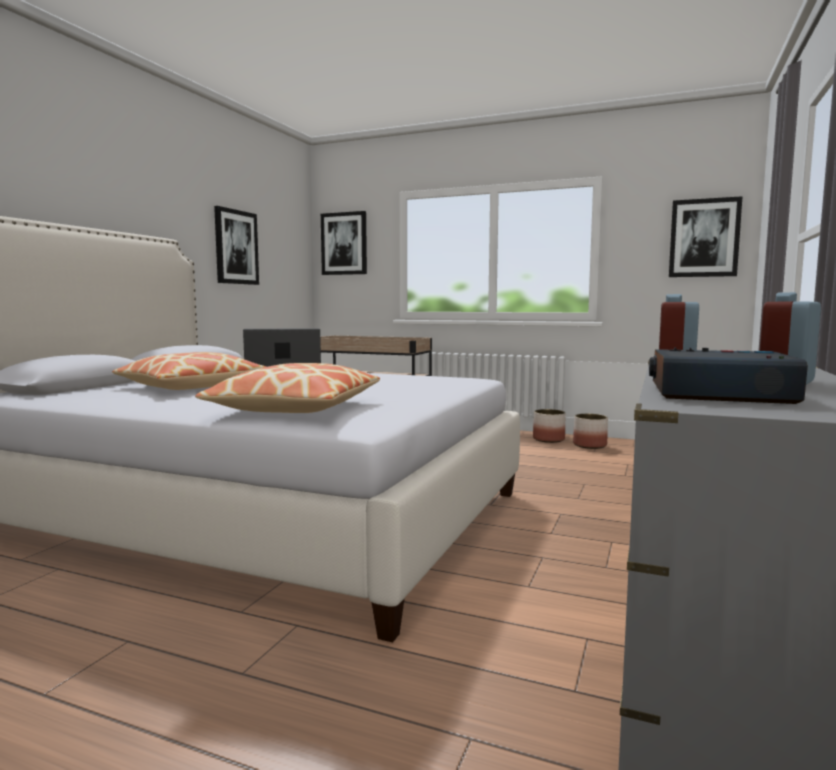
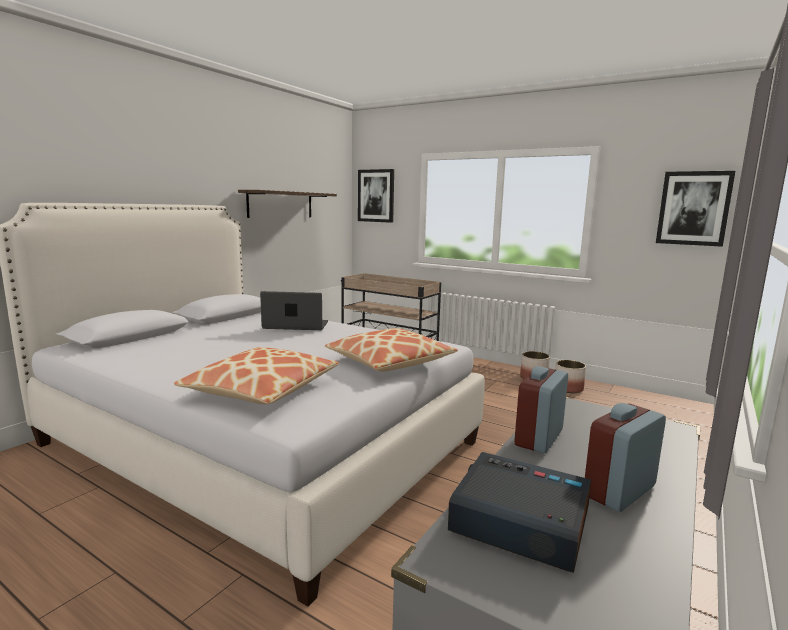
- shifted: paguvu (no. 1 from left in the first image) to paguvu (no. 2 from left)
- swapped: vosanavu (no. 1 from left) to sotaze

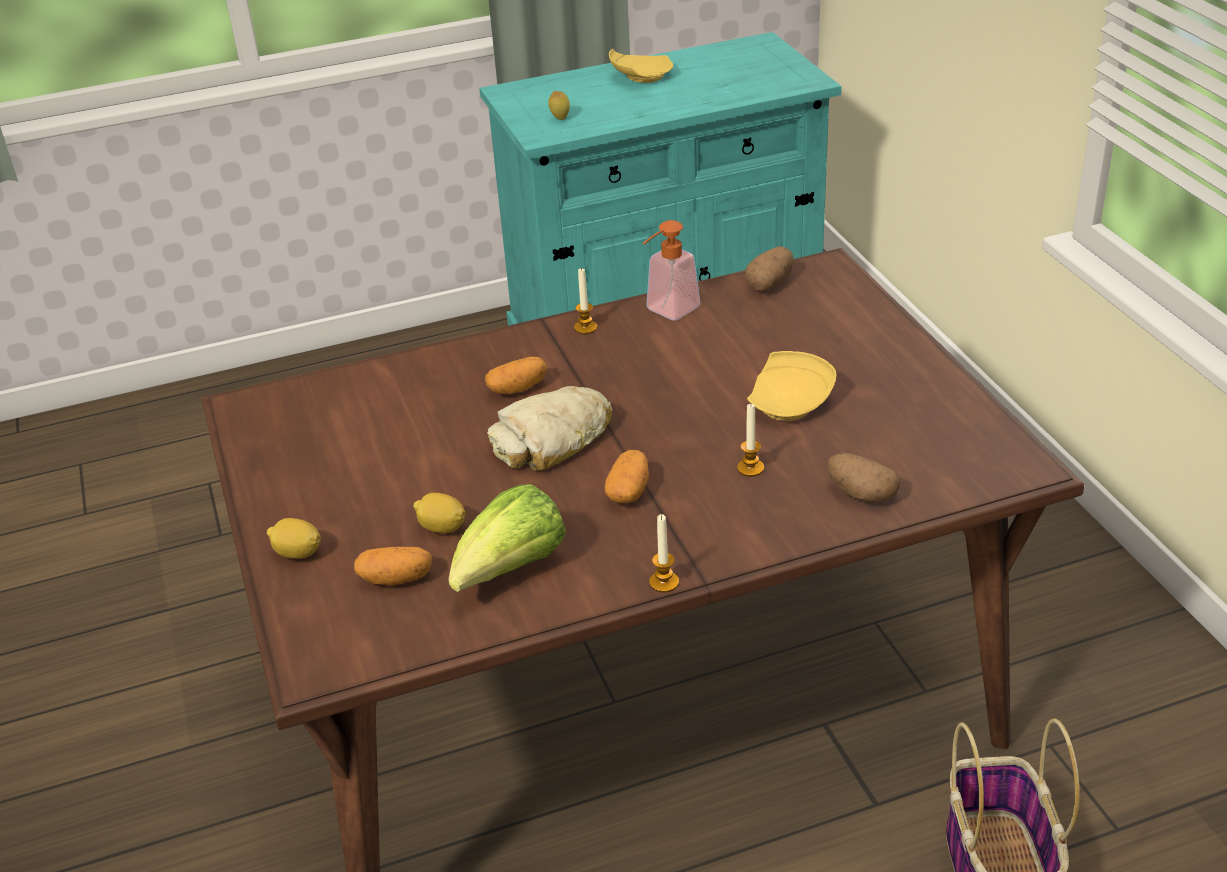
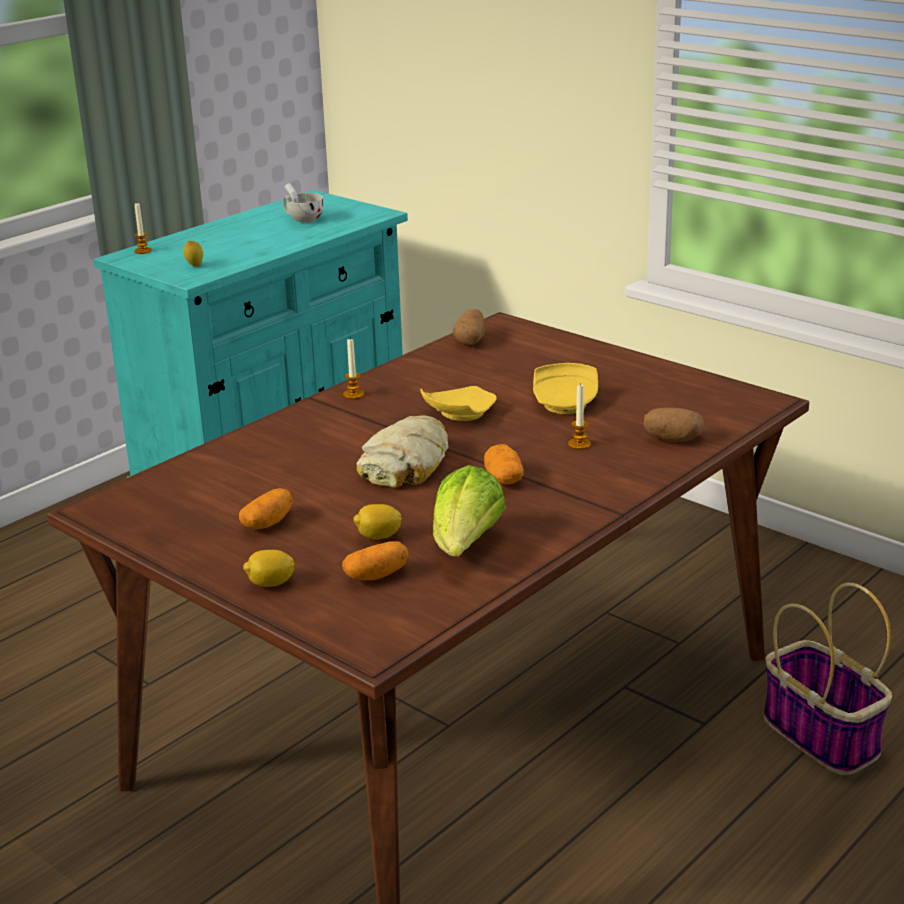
- gone: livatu
- new: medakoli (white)
- shifted: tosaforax (no. 2 from left in the first image) to tosaforax (no. 1 from left)
- shifted: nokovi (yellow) (no. 1 from left)
- shifted: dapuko (no. 2 from left in the first image) to dapuko (no. 1 from left)

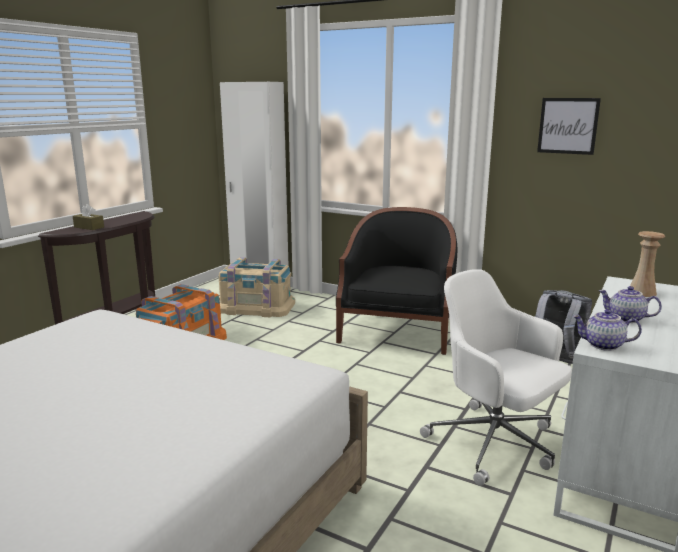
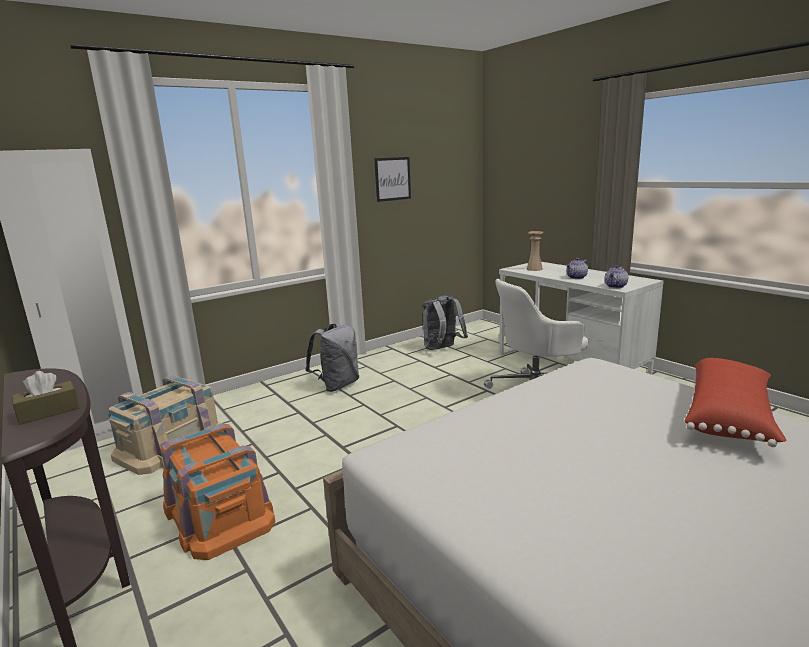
- new: paguvu (red)
- swapped: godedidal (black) to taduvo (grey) (no. 1 from left)

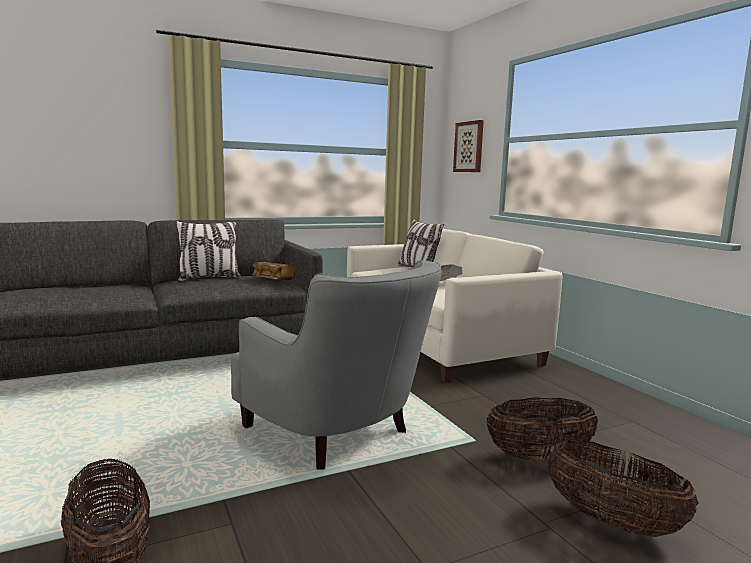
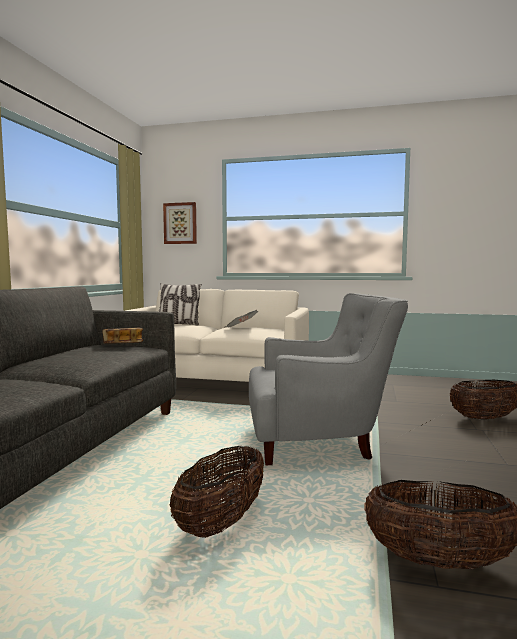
- gone: paguvu (no. 1 from left)
- shifted: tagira (no. 2 from left in the first image) to tagira (no. 1 from left)

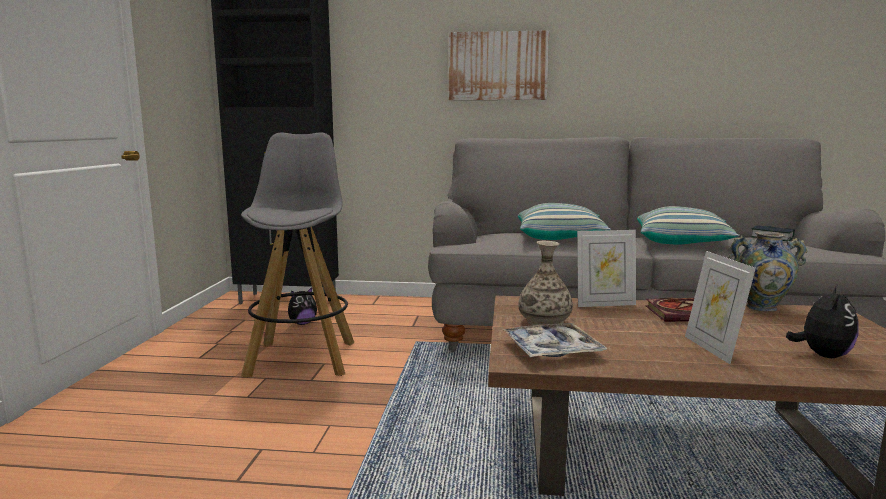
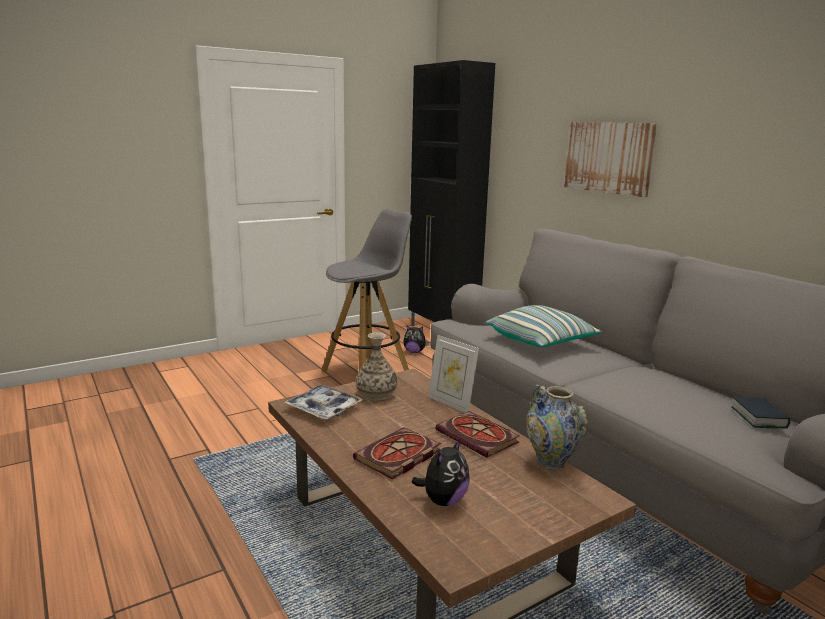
- gone: paguvu (no. 2 from left)
- swapped: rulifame (no. 2 from left) to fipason (no. 1 from left)
- rotated: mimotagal (no. 2 from left) 45 degrees counterclockwise

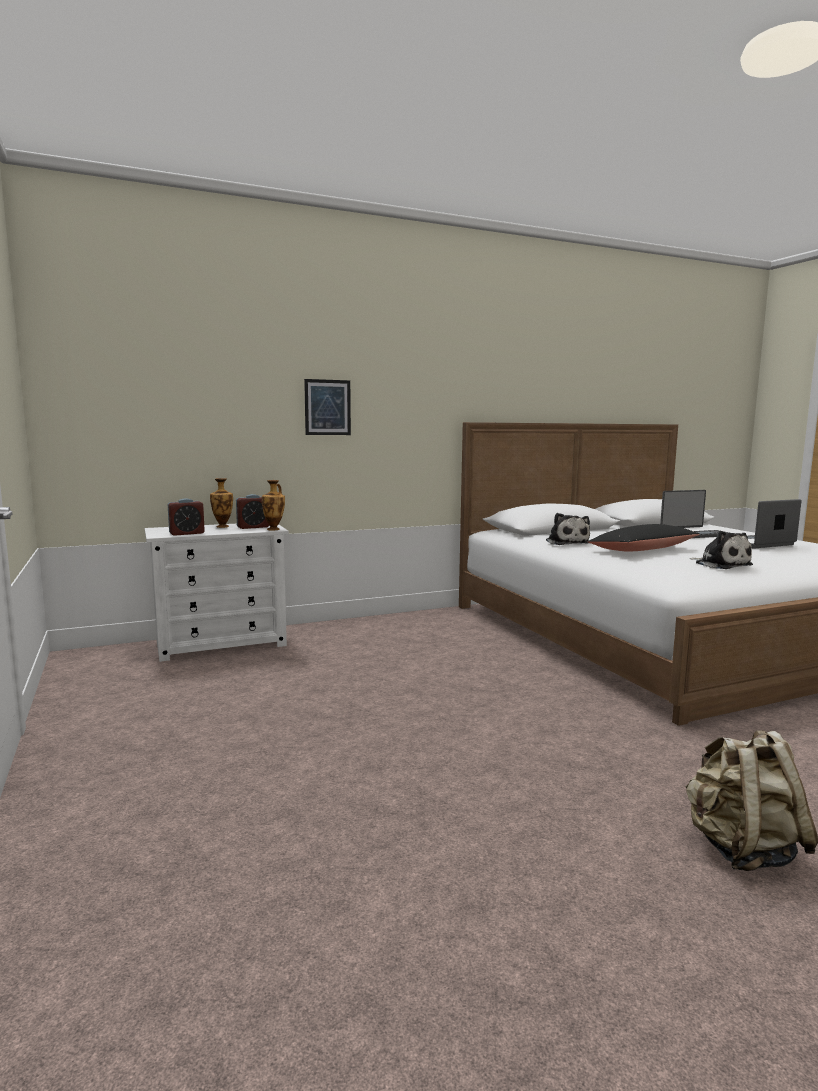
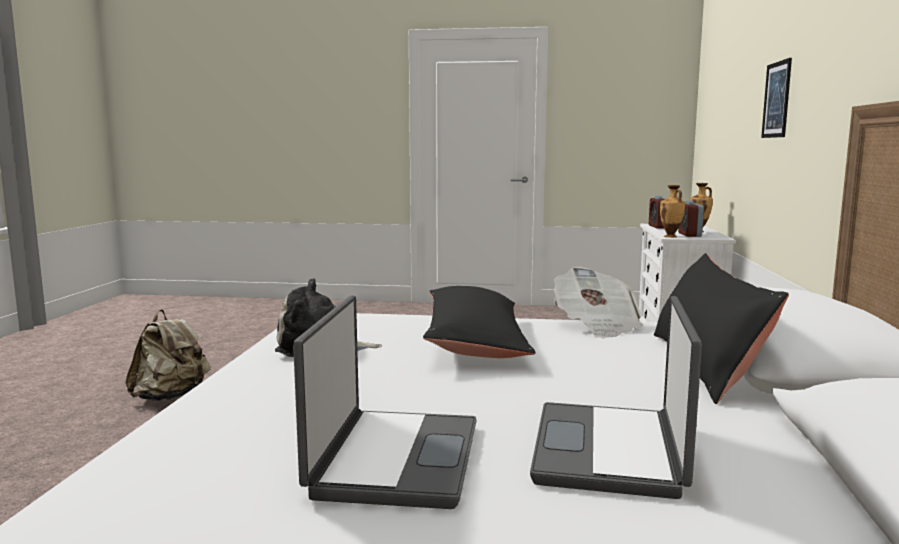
- new: paguvu (black) (no. 2 from left)
- swapped: mimotagal (no. 1 from left) to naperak

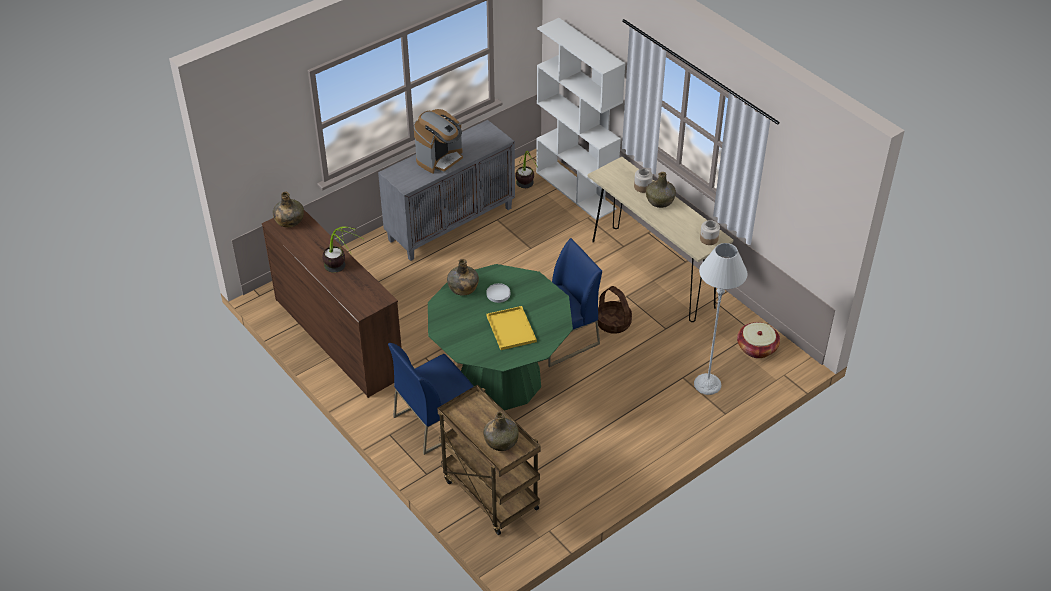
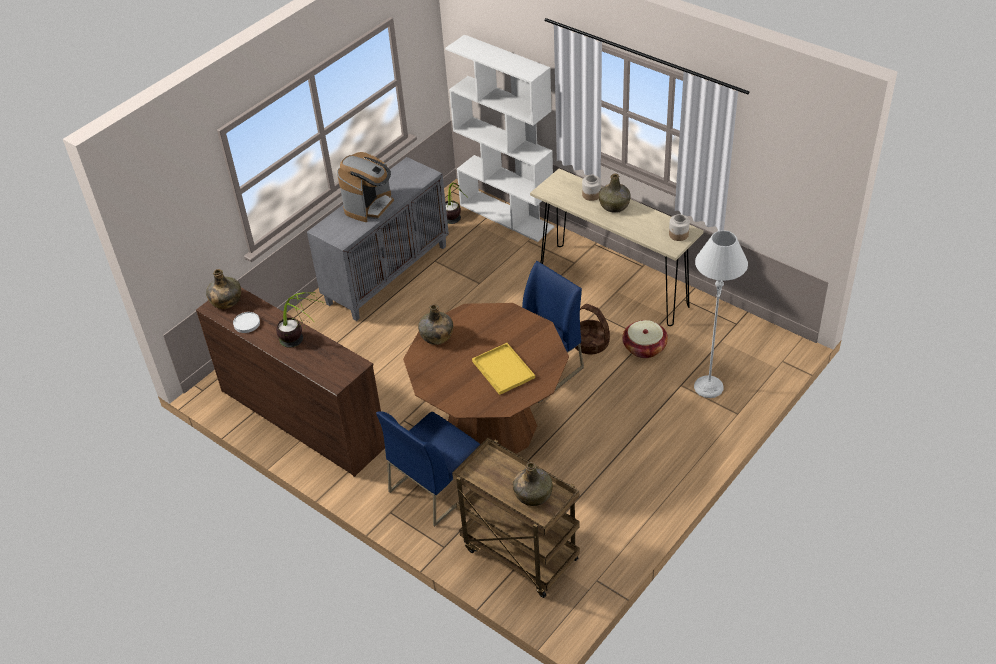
- shifted: nokovi (white)
- shifted: tagira (no. 2 from left)
- repainted: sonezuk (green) to sonezuk (brown)

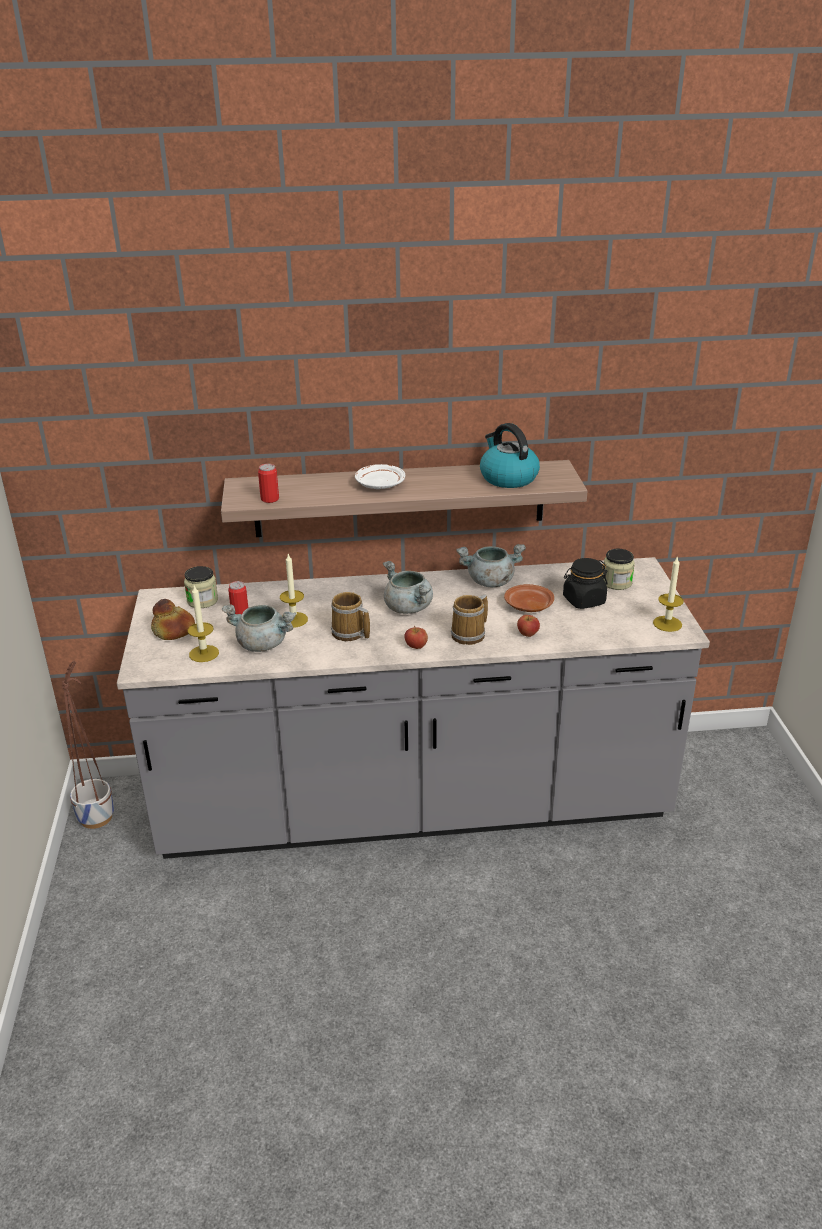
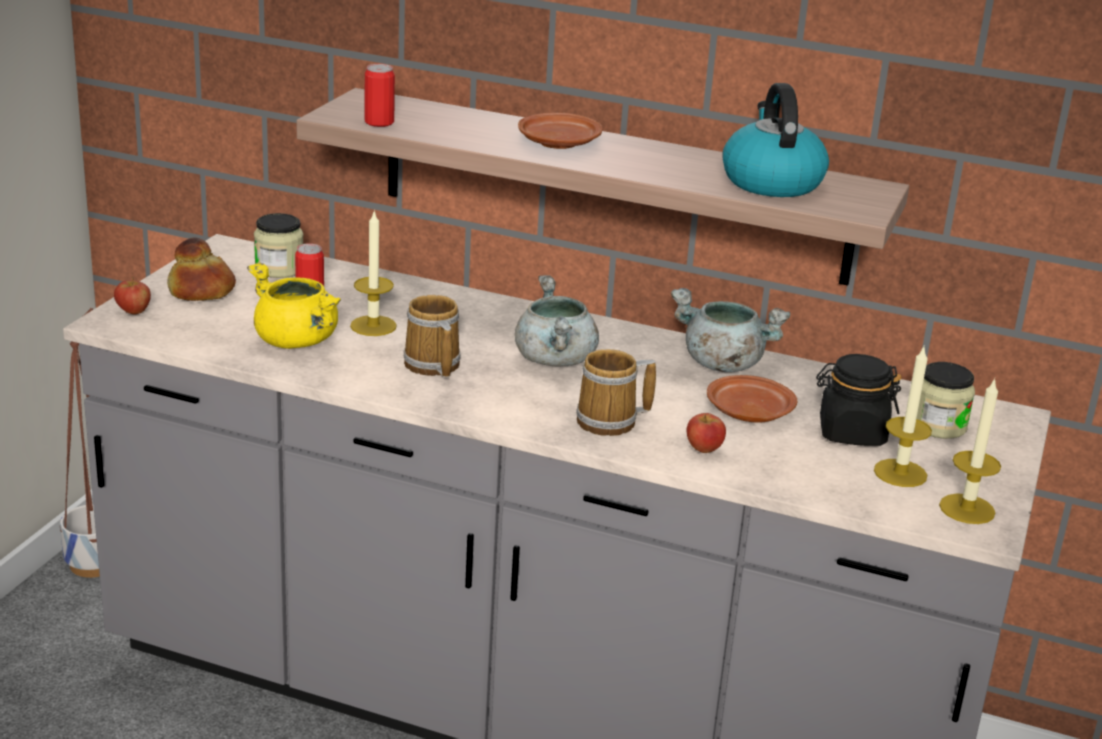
- shifted: dapuko (no. 1 from left in the first image) to dapuko (no. 2 from left)
- shifted: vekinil (no. 1 from left)
- repainted: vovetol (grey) (no. 1 from left) to vovetol (yellow)
- repainted: nokovi (white) to nokovi (brown) (no. 1 from left)

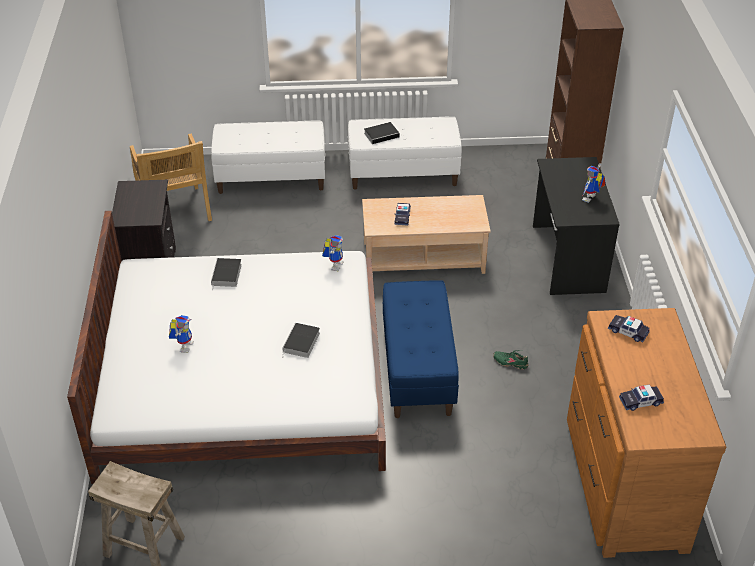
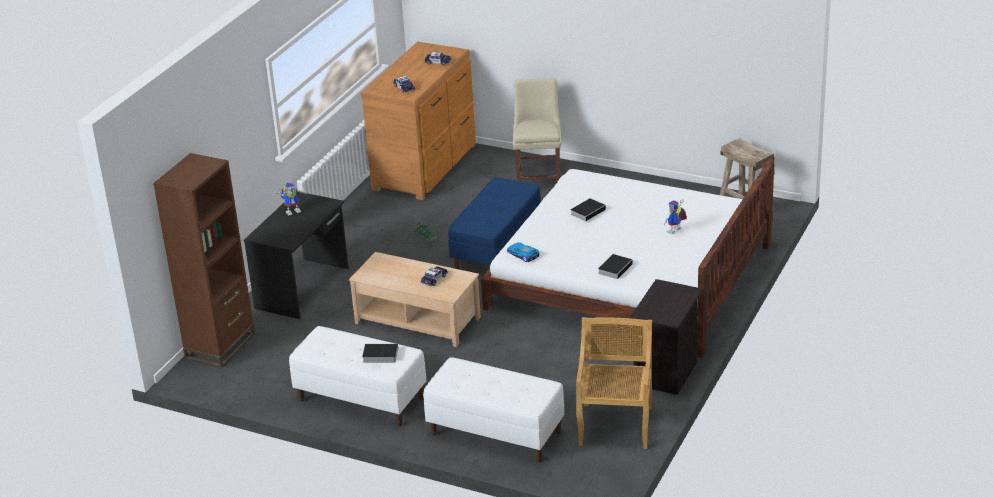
- new: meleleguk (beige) (no. 1 from left)
- swapped: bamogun (no. 2 from left) to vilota (no. 4 from left)

